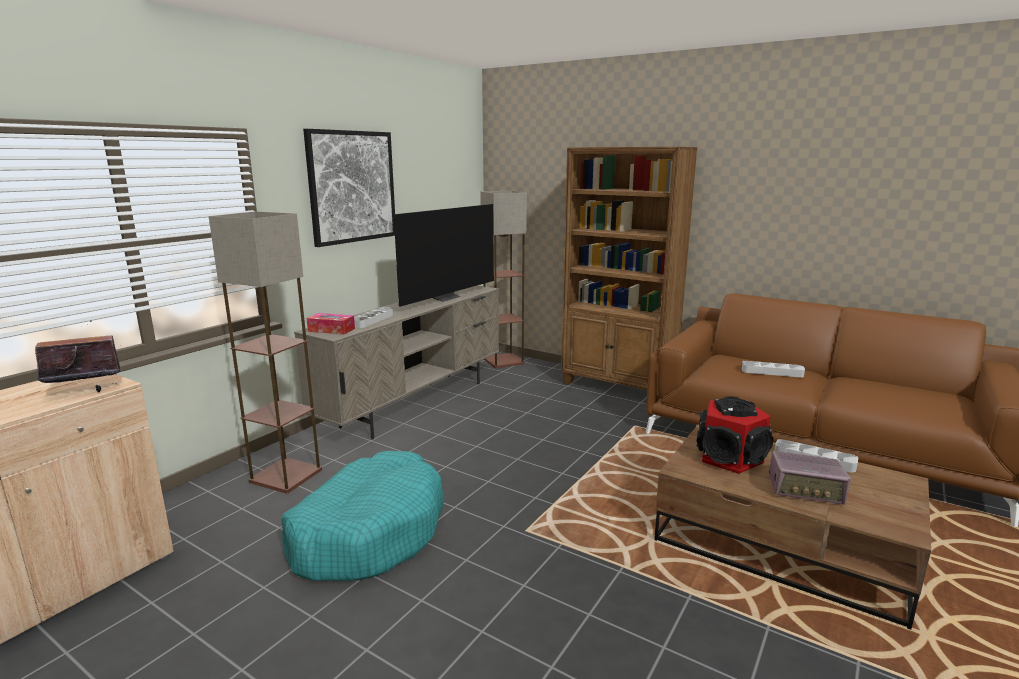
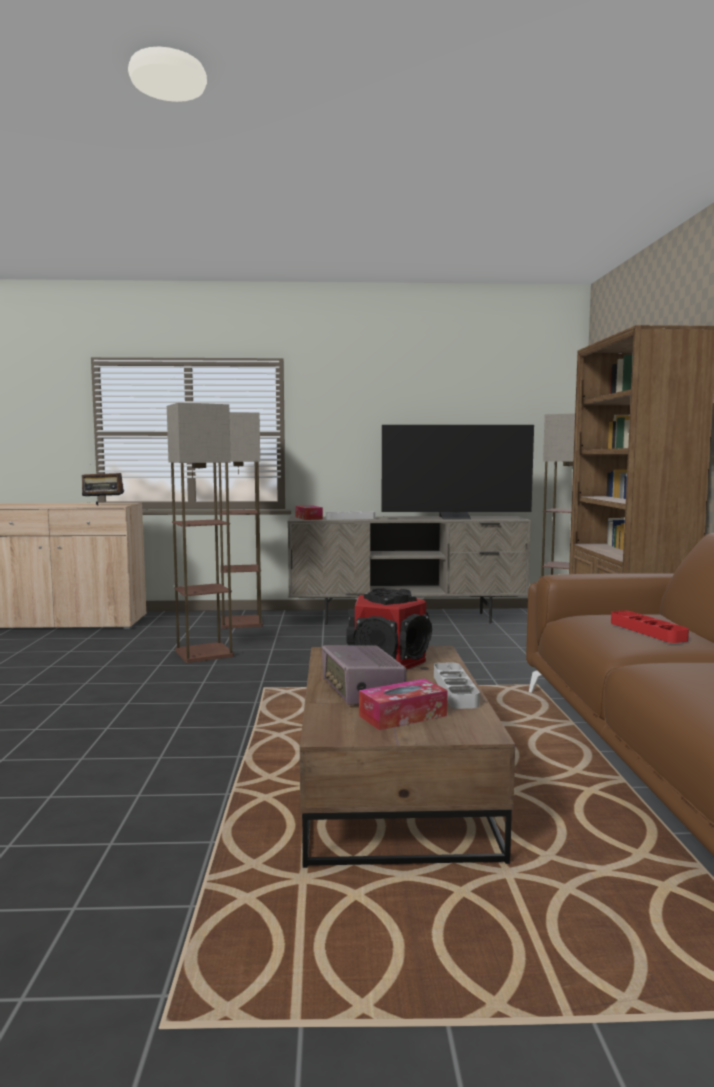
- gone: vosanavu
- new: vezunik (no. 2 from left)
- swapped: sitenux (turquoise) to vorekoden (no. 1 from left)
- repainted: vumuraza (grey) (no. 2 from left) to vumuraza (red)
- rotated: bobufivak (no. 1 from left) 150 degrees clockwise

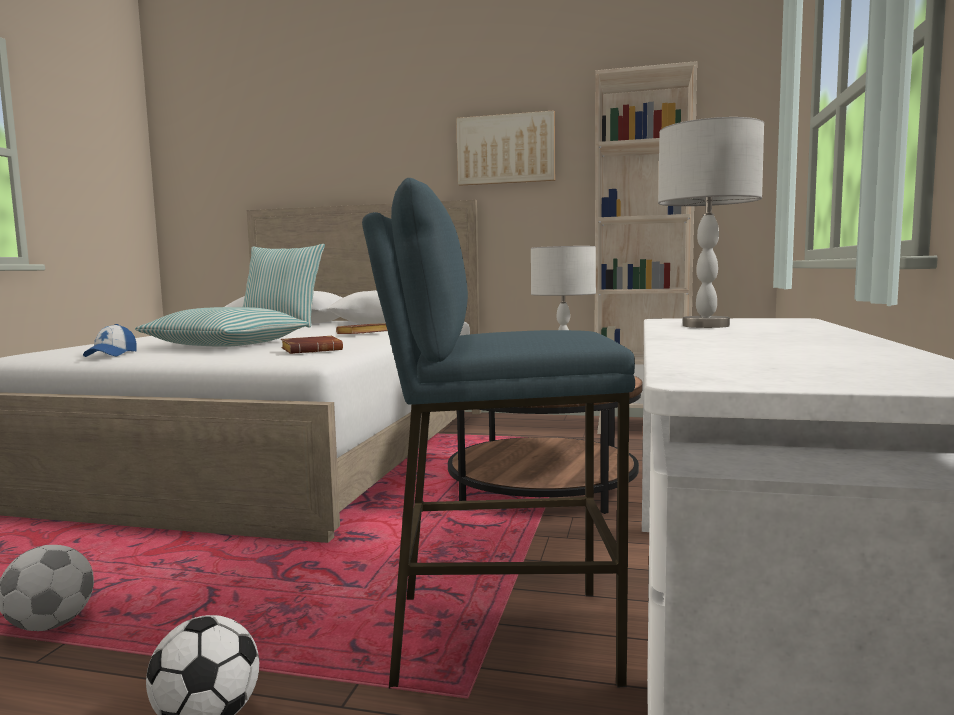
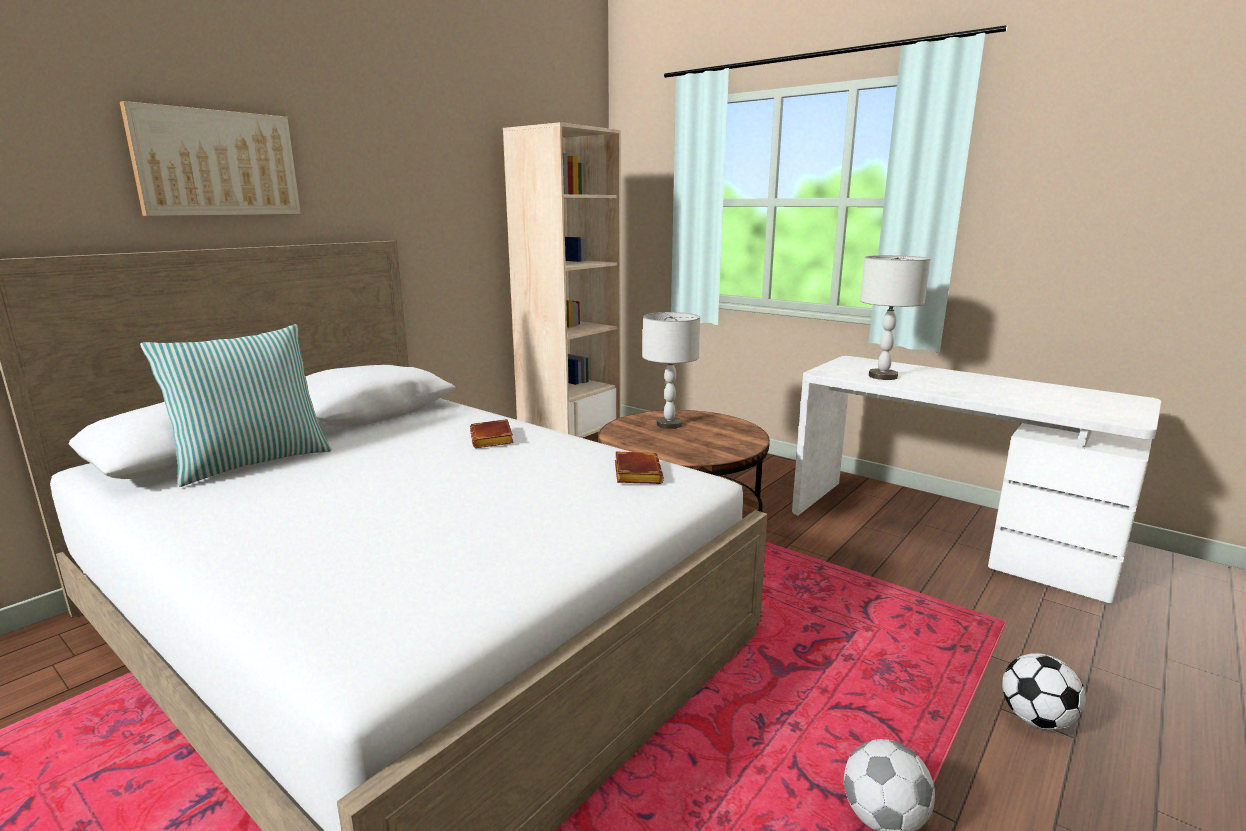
- gone: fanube
- gone: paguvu (no. 1 from left)
- gone: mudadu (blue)
- shifted: vosanavu

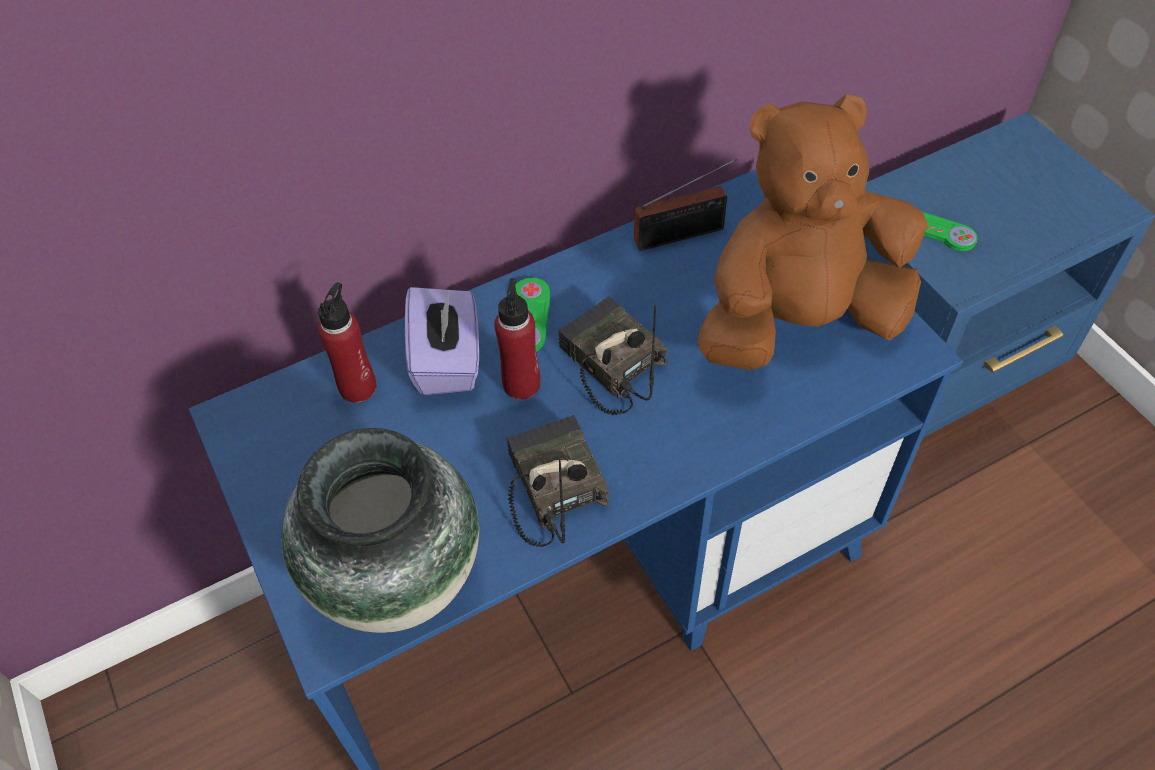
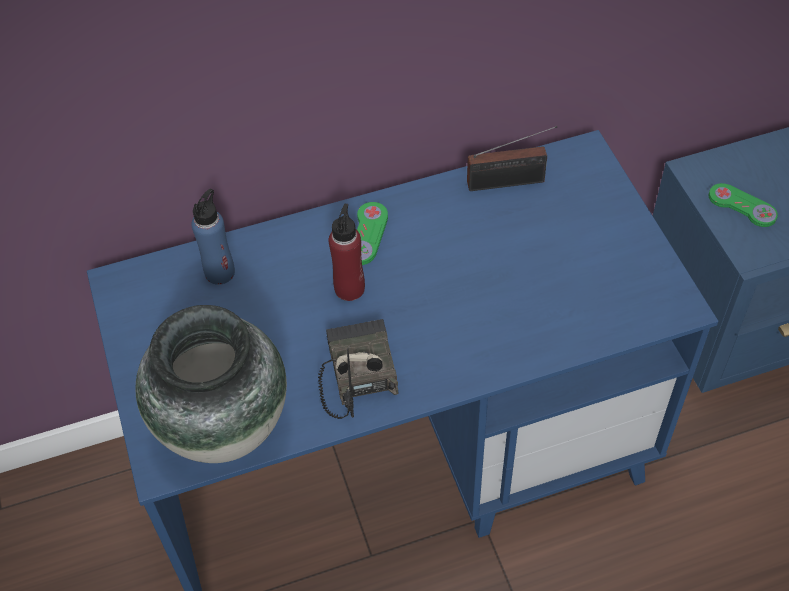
- gone: vezunik (purple)
- gone: bobufivak (no. 2 from left)
- gone: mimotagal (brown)
- repainted: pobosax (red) (no. 1 from left) to pobosax (blue)

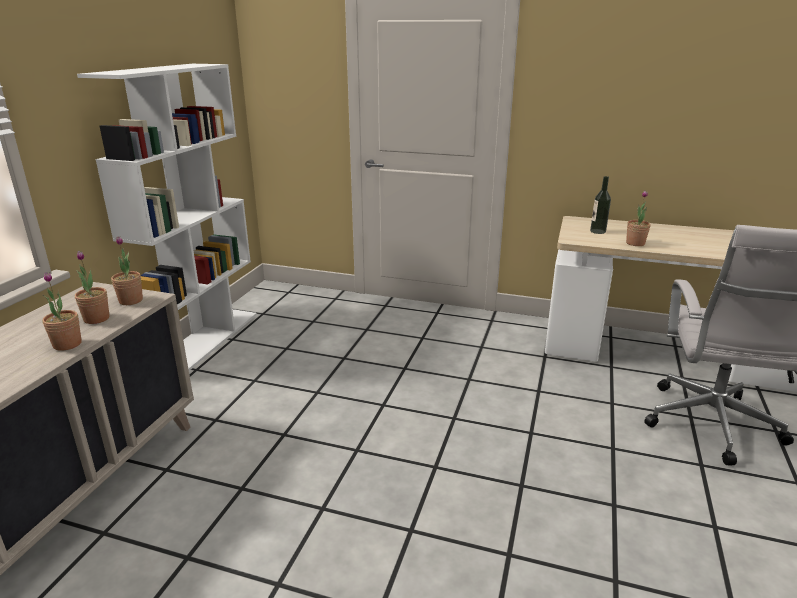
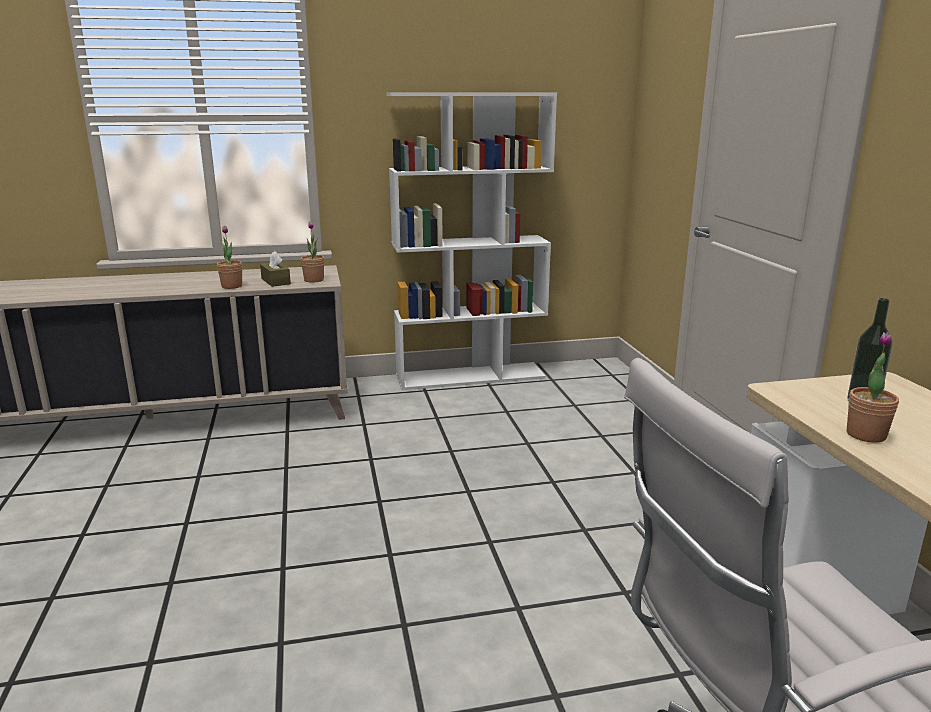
- swapped: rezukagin (no. 2 from left) to vezunik (brown)

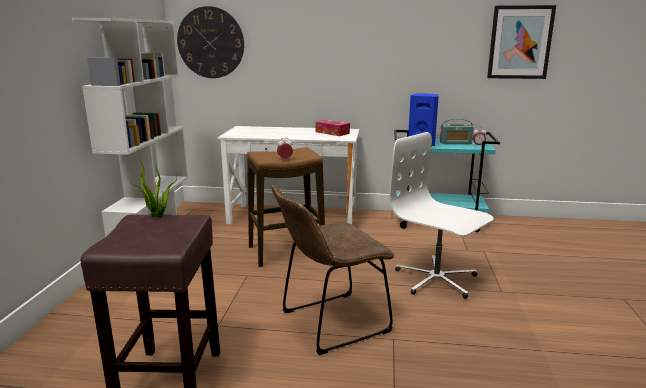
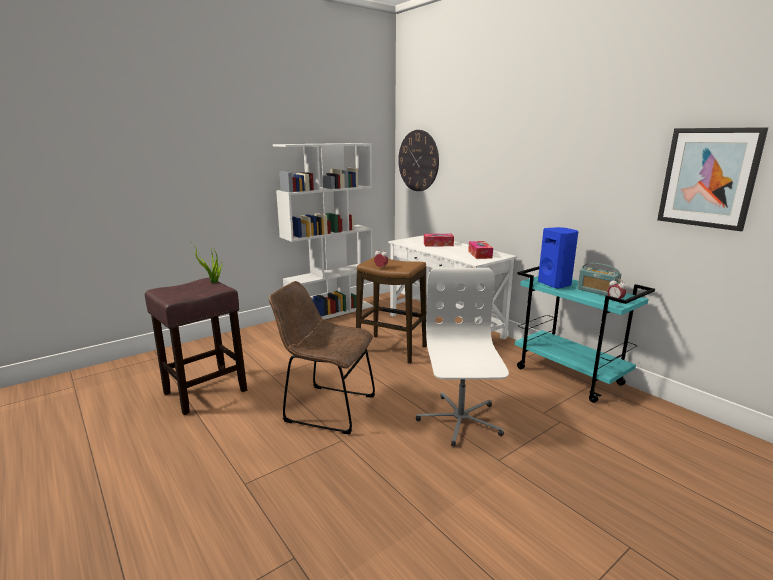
- new: vezunik (no. 1 from left)

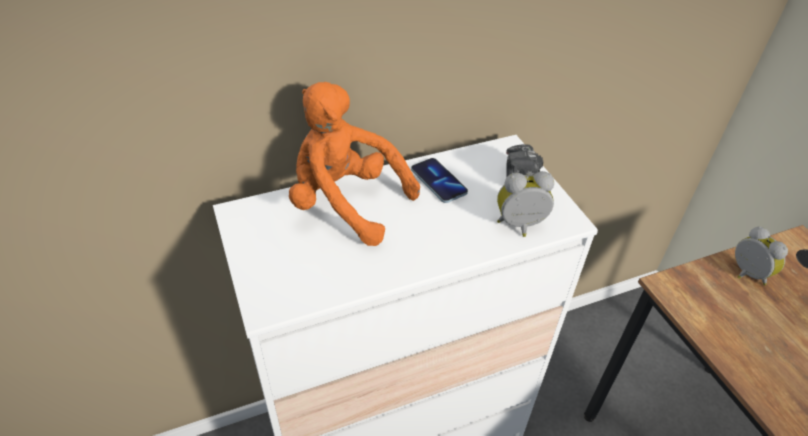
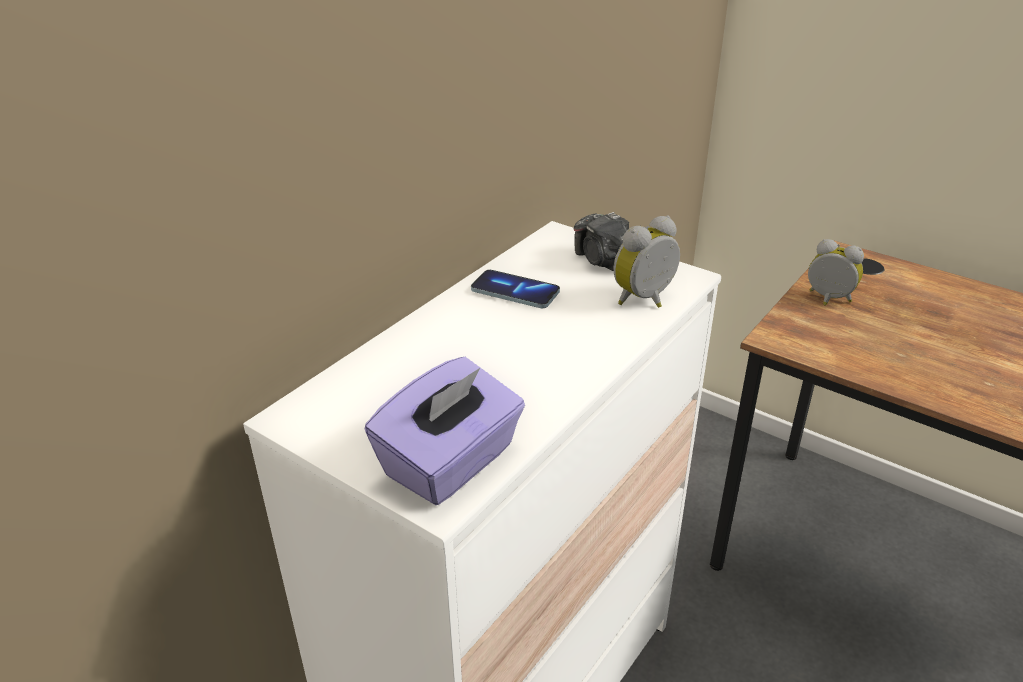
- gone: mimotagal (orange)
- new: vezunik (purple)

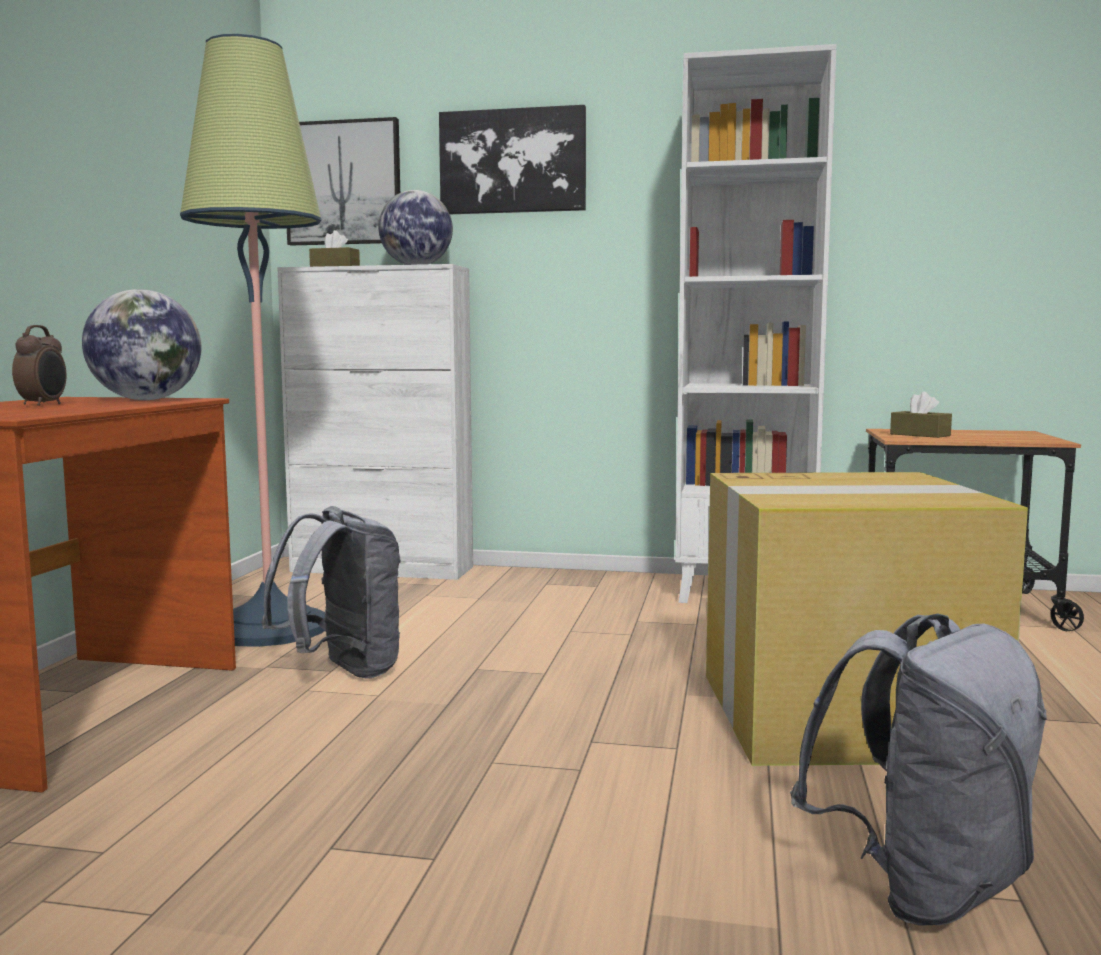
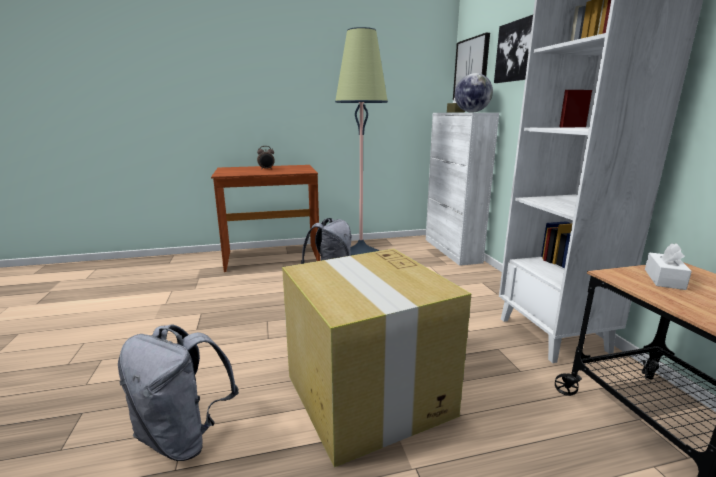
- gone: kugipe (no. 1 from left)
- repainted: vezunik (brown) (no. 2 from left) to vezunik (white)

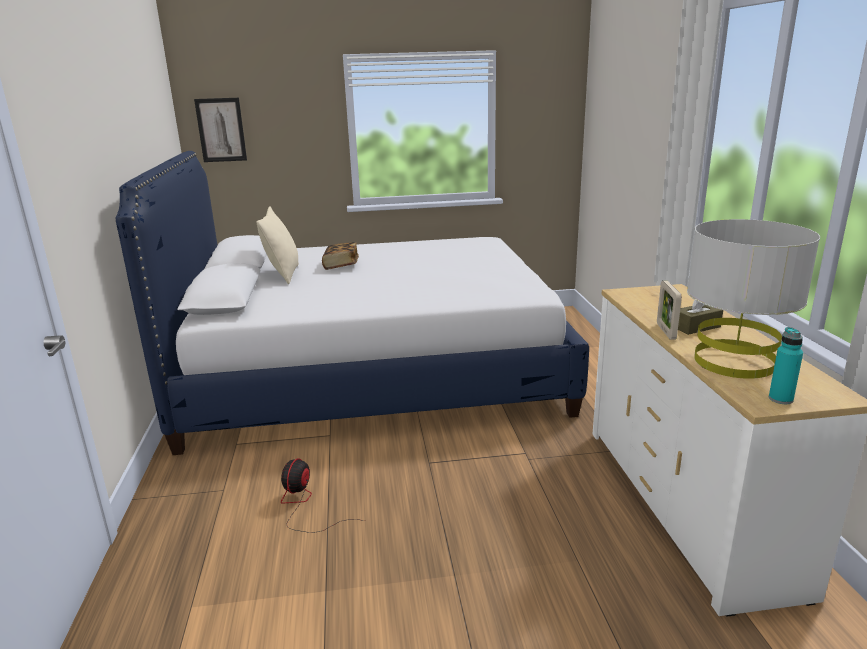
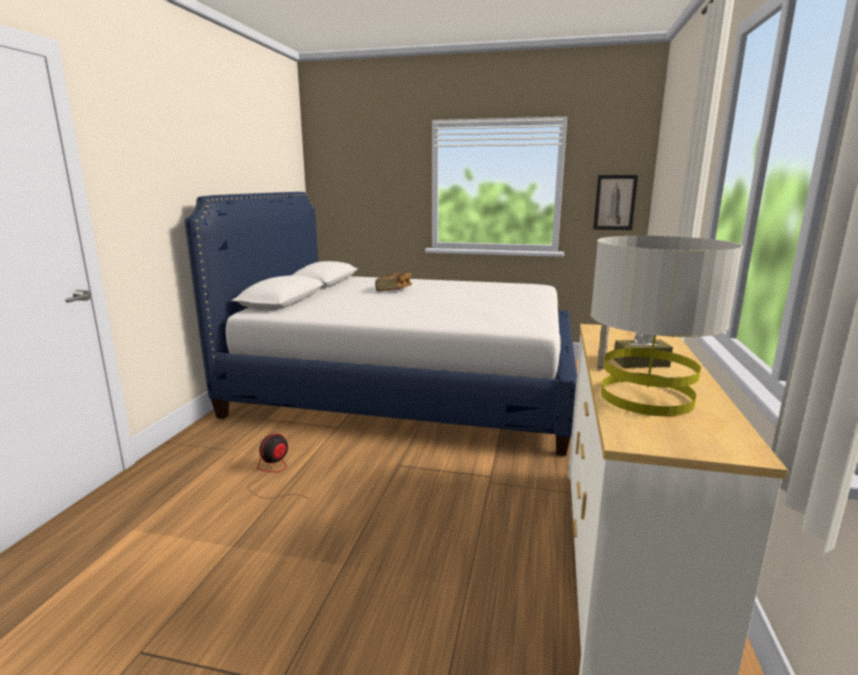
- gone: paguvu (beige)
- gone: pobosax (turquoise)
- shifted: vosanavu

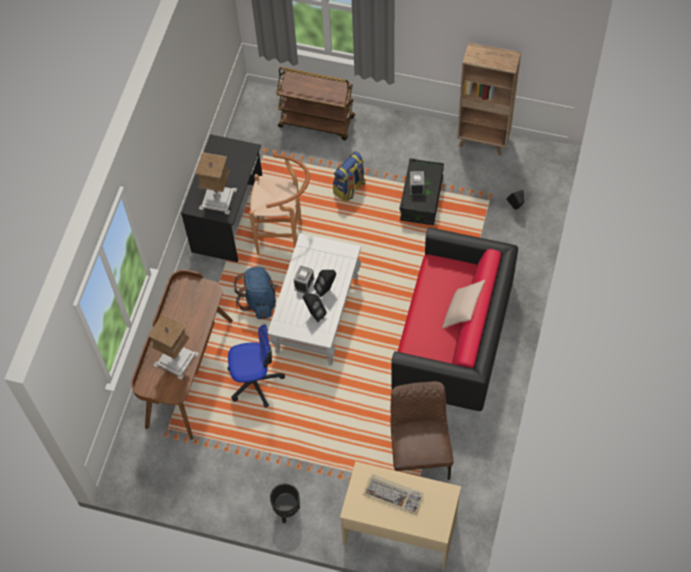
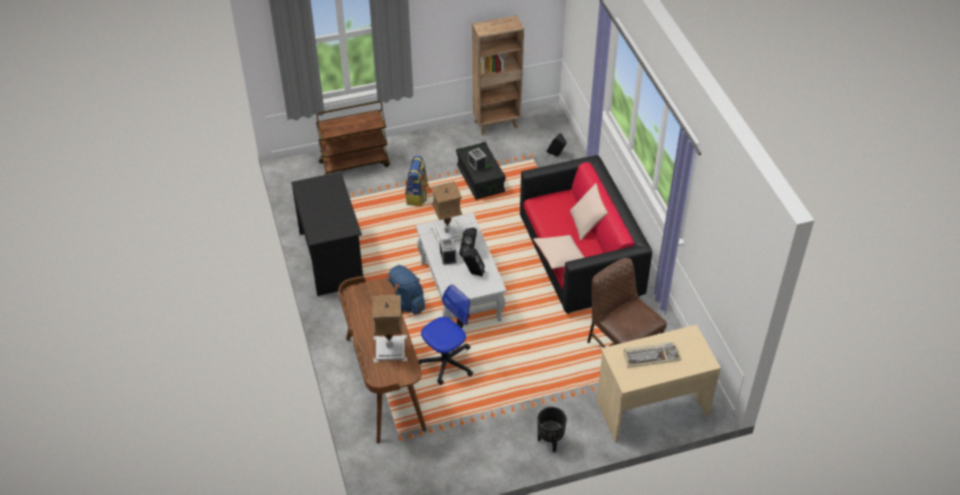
- gone: mudadu (brown)
- new: paguvu (beige) (no. 1 from left)
- shifted: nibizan (no. 2 from left)

